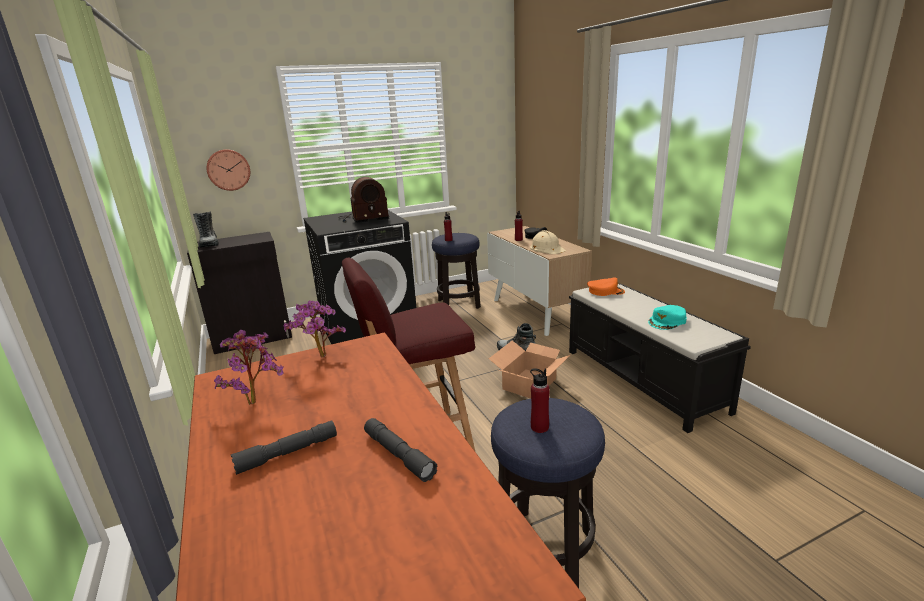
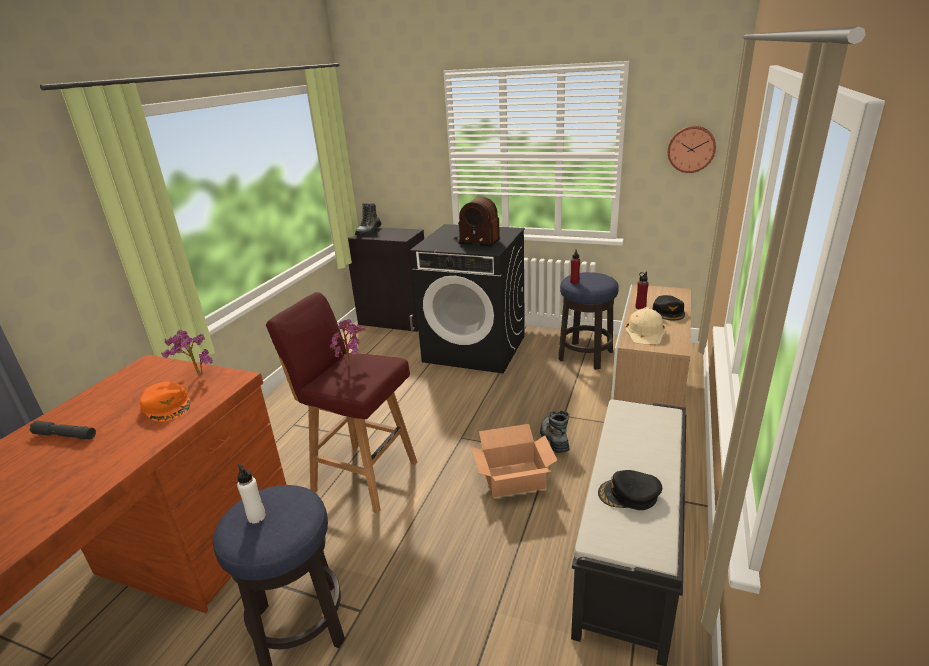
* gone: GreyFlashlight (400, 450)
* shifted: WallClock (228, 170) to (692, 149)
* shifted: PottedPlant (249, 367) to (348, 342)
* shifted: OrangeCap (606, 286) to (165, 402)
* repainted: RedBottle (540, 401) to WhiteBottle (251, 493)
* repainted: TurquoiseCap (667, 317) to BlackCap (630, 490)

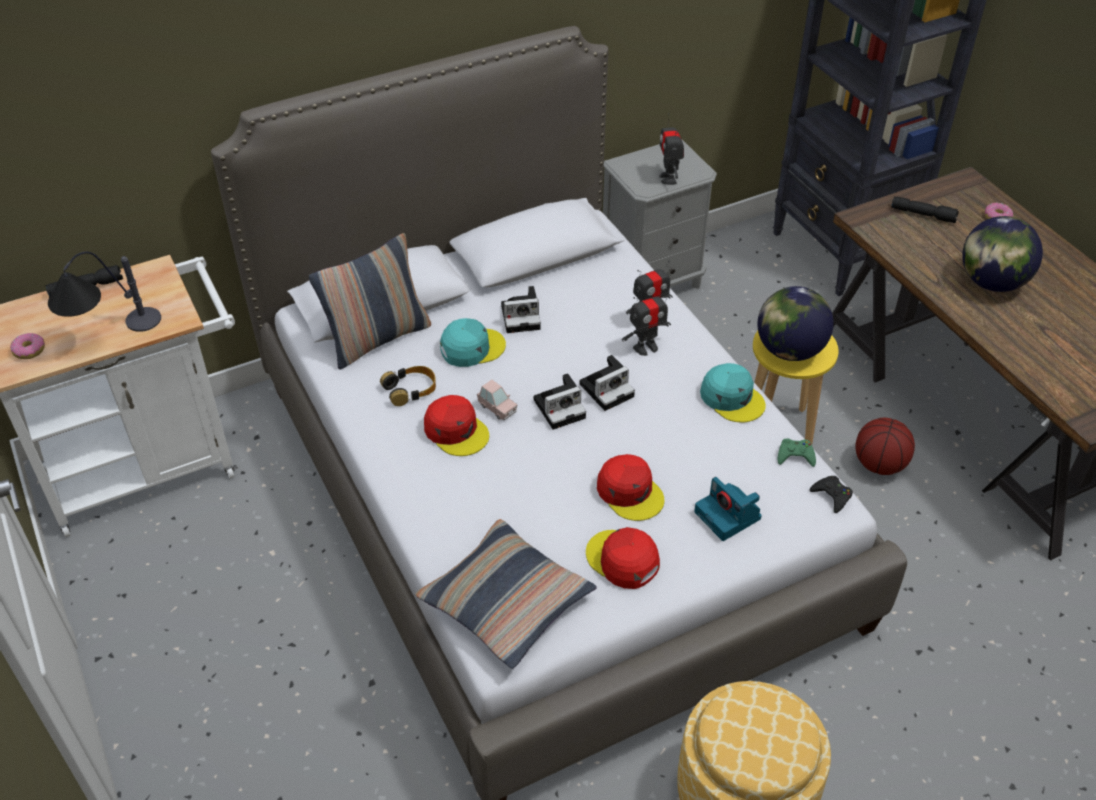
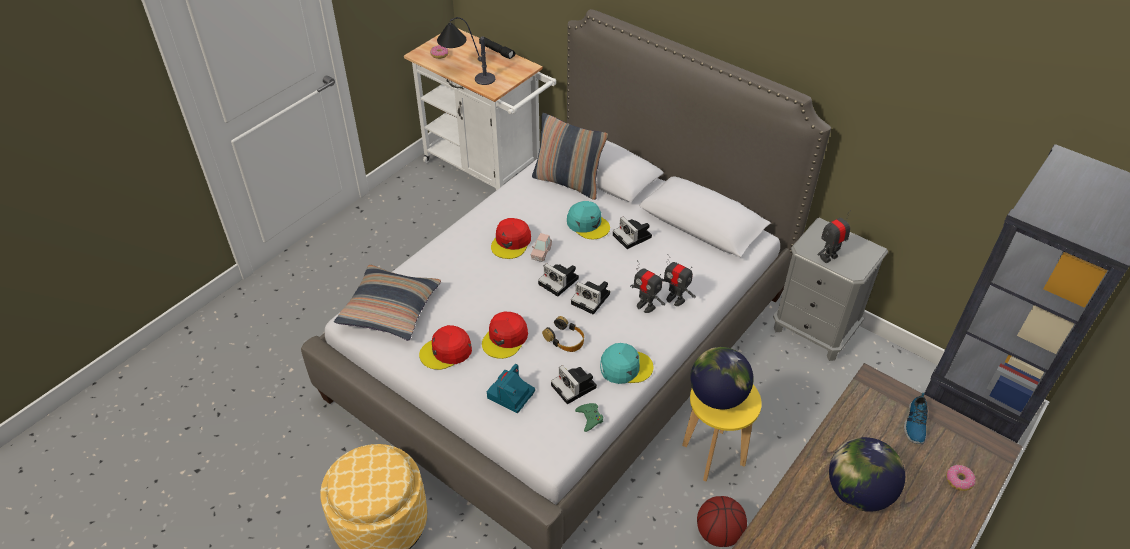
* gone: BlackGameController (831, 494)
* new: PhotoCamera (574, 384)
* shifted: Headphones (408, 386) to (563, 334)
* swapped: BlackFlashlight (925, 209) to Shoe (916, 418)
* rotated: RedCap (623, 558) = (445, 347) 135 degrees counterclockwise
* rotated: TurquoiseCap (733, 393) = (626, 363) 120 degrees counterclockwise

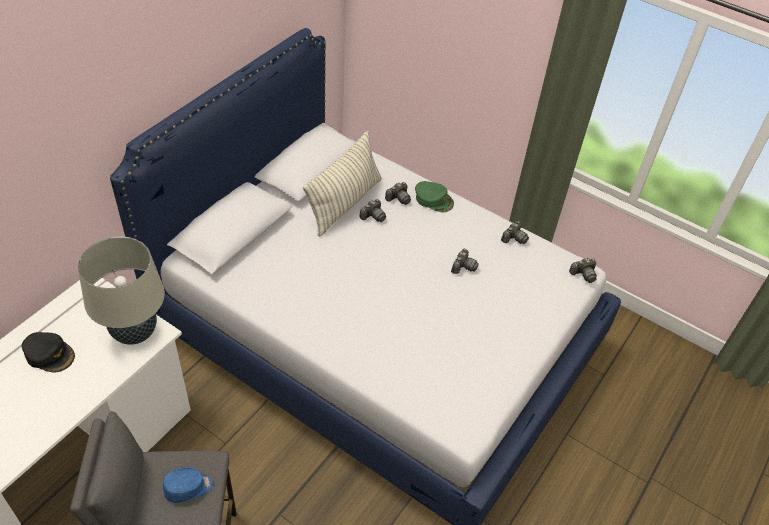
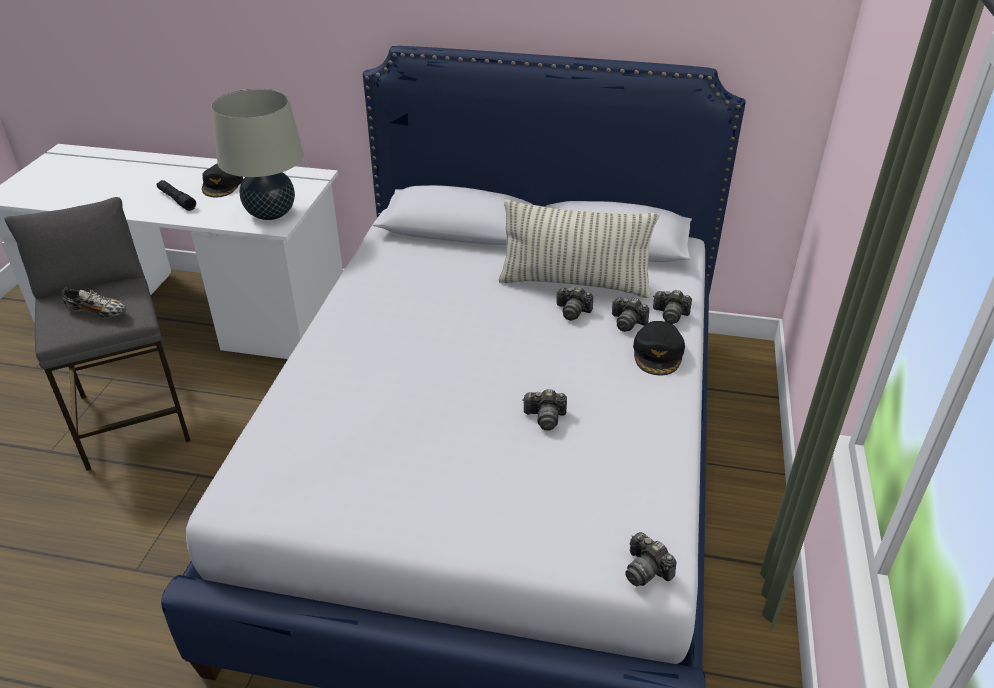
* new: BlackFlashlight (176, 195)
* shifted: PhotoCamera (515, 232) to (672, 307)
* swapped: BlueCap (188, 485) to Shoe (94, 303)
* repainted: GreenCap (434, 197) to BlackCap (659, 348)

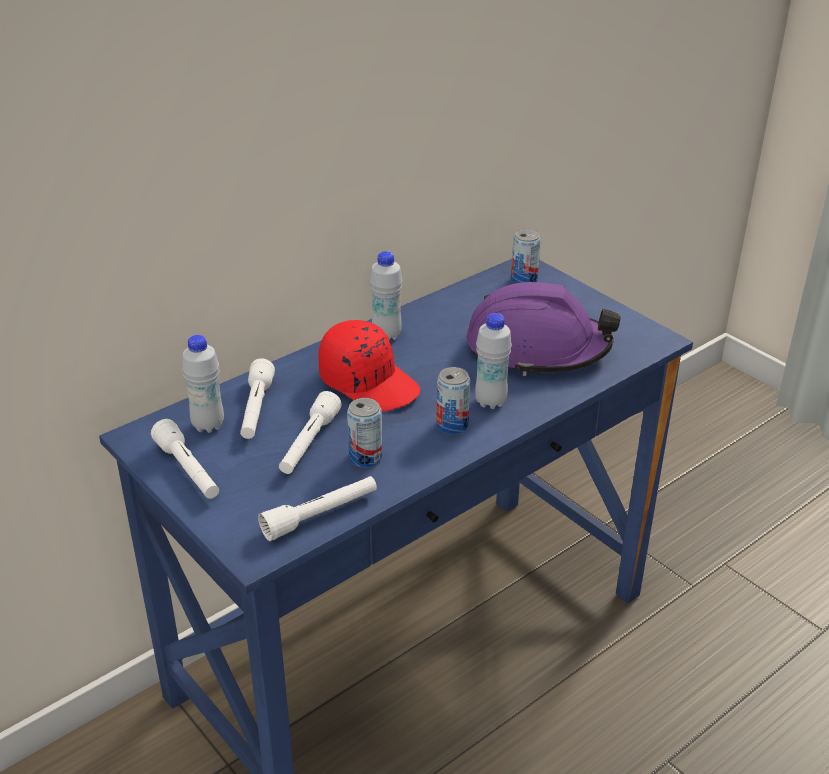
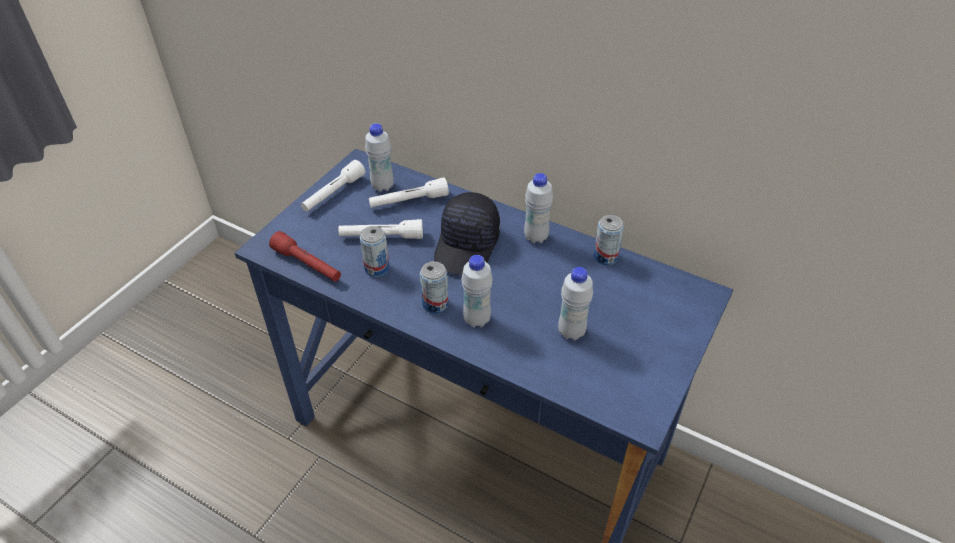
* shifted: Can (526, 256) to (608, 240)
* swapped: PurpleHardHat (543, 329) to WhiteBottle (575, 304)
* repainted: WhiteFlashlight (317, 508) to RedFlashlight (305, 256)
* repainted: RedCap (369, 366) to BlackCap (467, 233)

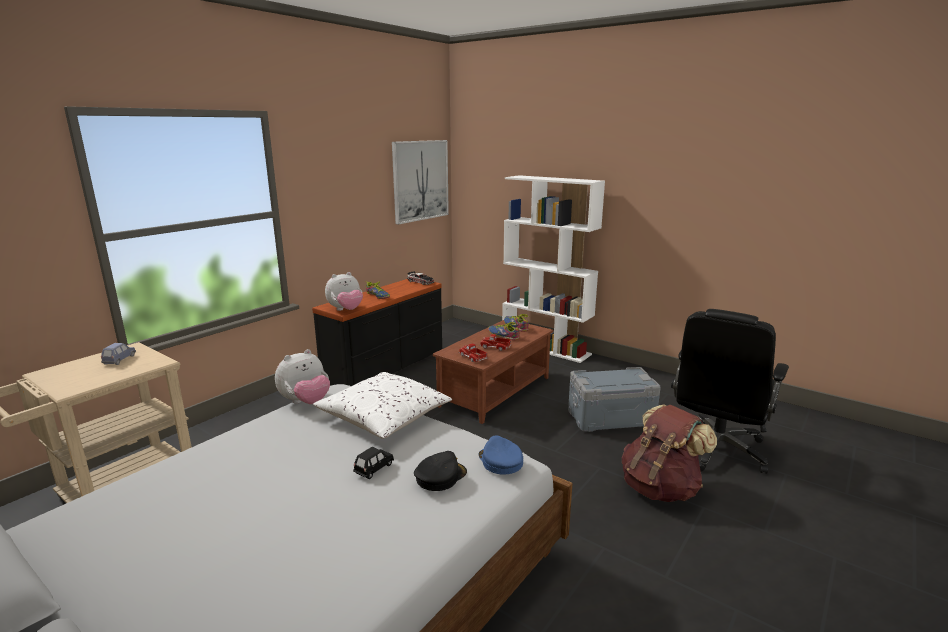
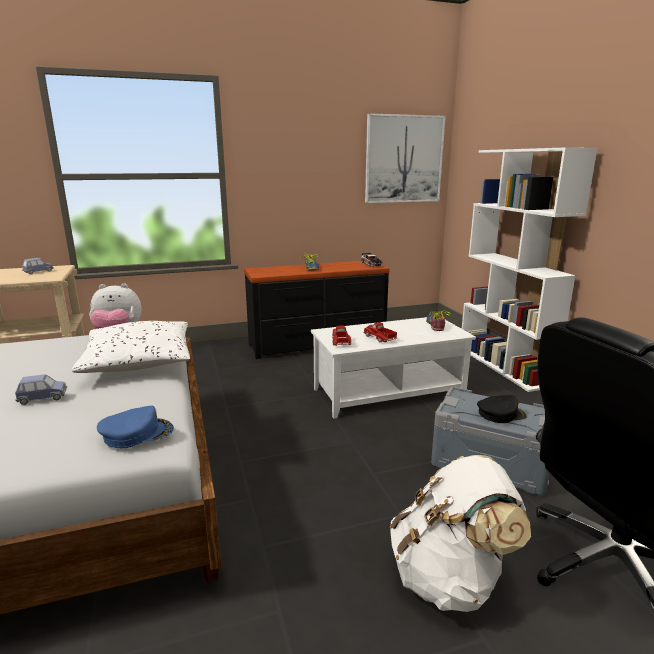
* gone: PlushToy (344, 291)
* gone: Shoe (504, 331)
* shifted: BlackCap (440, 471) to (502, 409)
* repainted: BlackToyCar (373, 463) to BlueToyCar (41, 389)
* repainted: BrownCoffeeTable (493, 372) to WhiteCoffeeTable (393, 368)
* repainted: BrownBackpack (669, 453) to WhiteBackpack (460, 533)
* rotated: BlueCap (501, 455) = (135, 427) 60 degrees clockwise

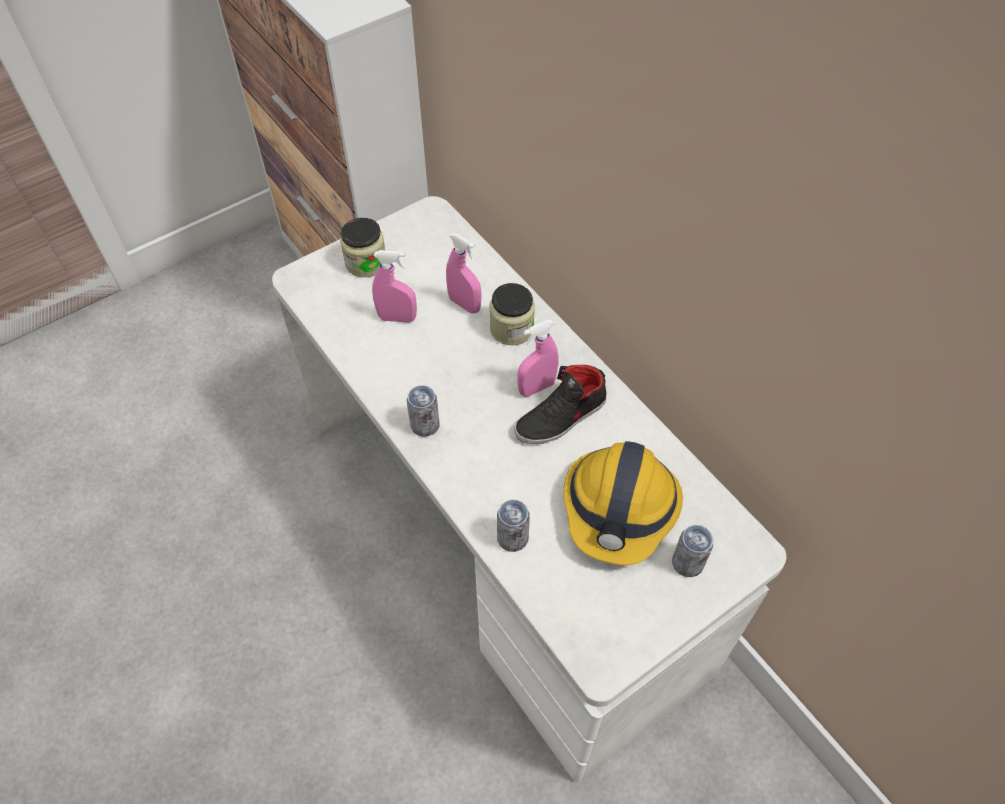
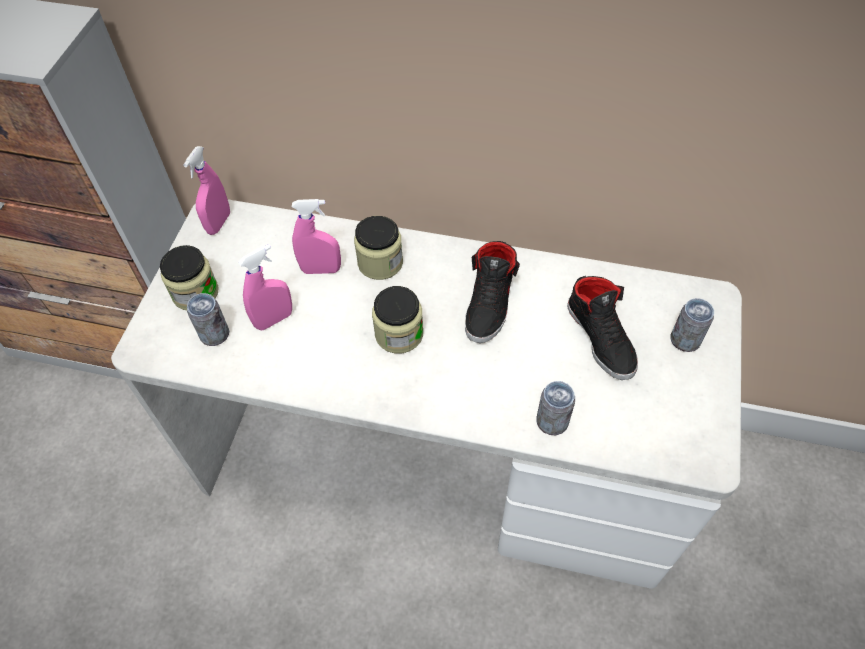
* new: Jar (397, 319)
* shifted: Can (423, 411) to (208, 319)
* shifted: PinkSprayBottle (537, 358) to (206, 190)
* swapped: HardHat (623, 503) to BlackShoe (602, 328)

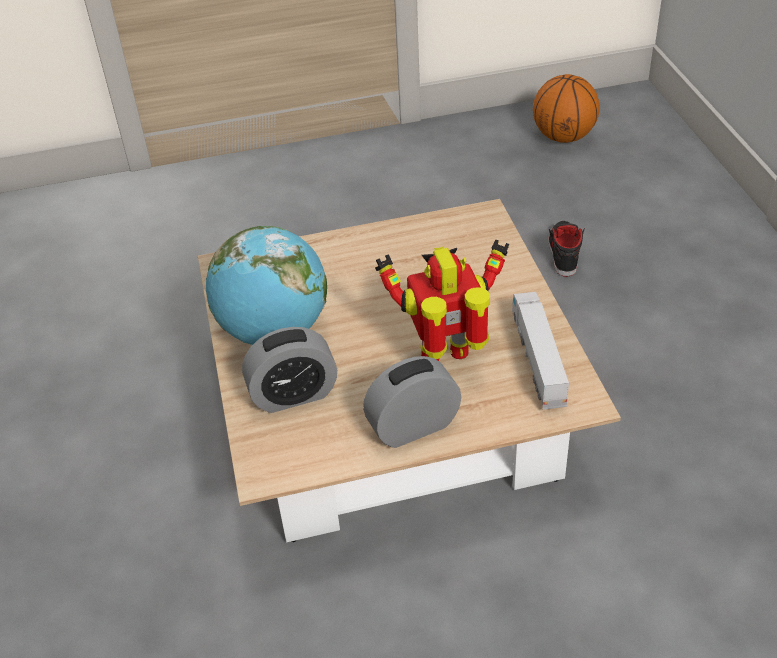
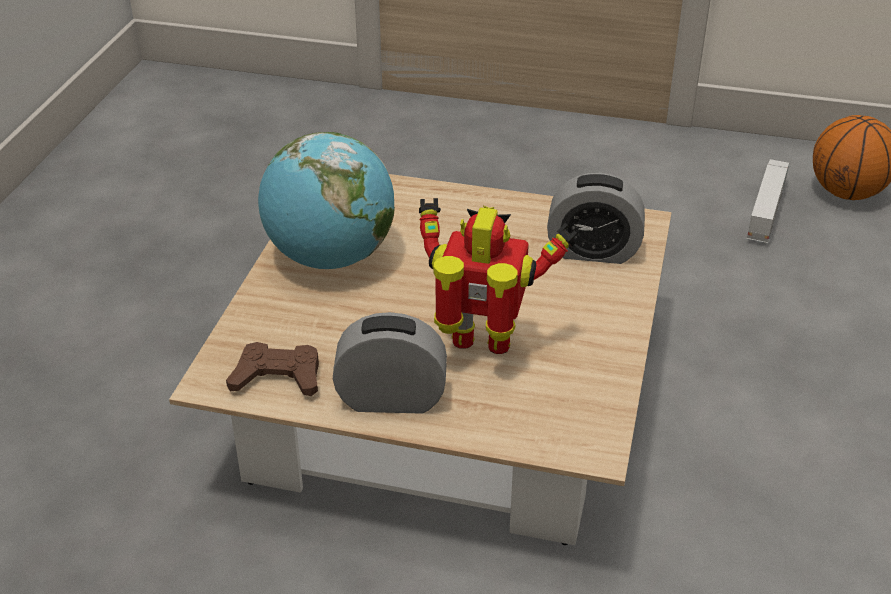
* gone: BlackShoe (566, 249)
* new: BrownGameController (272, 369)
* shifted: AlarmClock (289, 370) to (596, 218)
* shifted: ToyTruck (540, 351) to (768, 201)

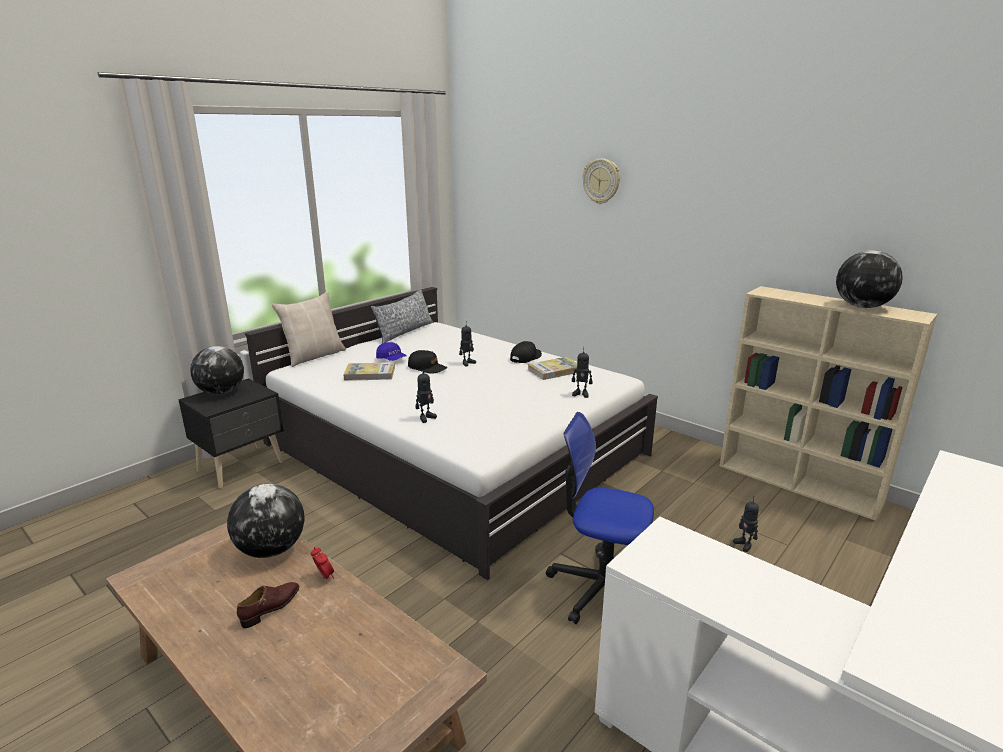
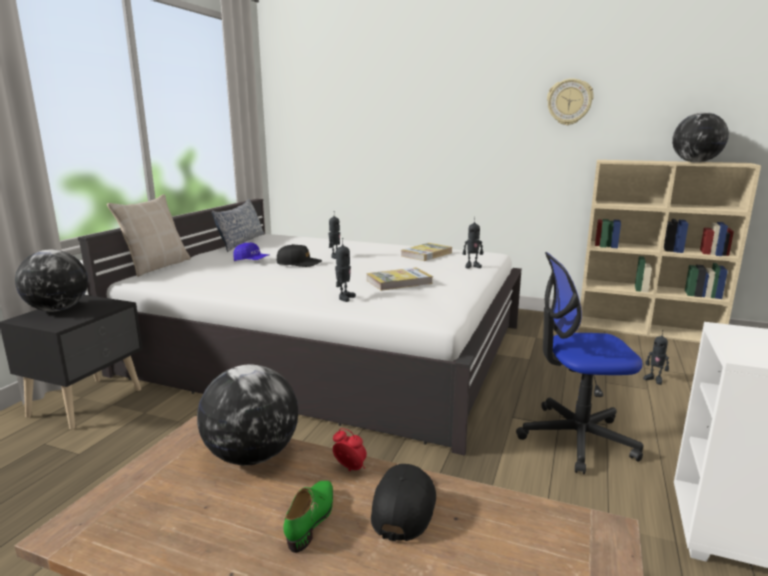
* shifted: Book (369, 371) to (400, 279)
* shifted: BlackCap (526, 352) to (403, 502)
* shifted: WallClock (601, 181) to (570, 102)
* repainted: BrownShoe (268, 605) to GreenShoe (308, 517)

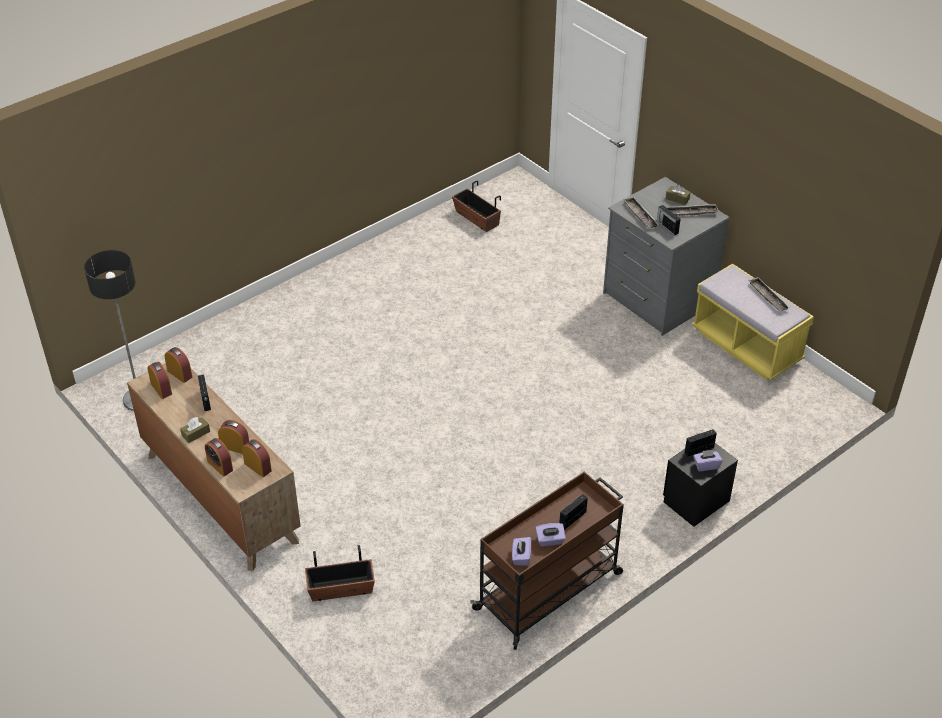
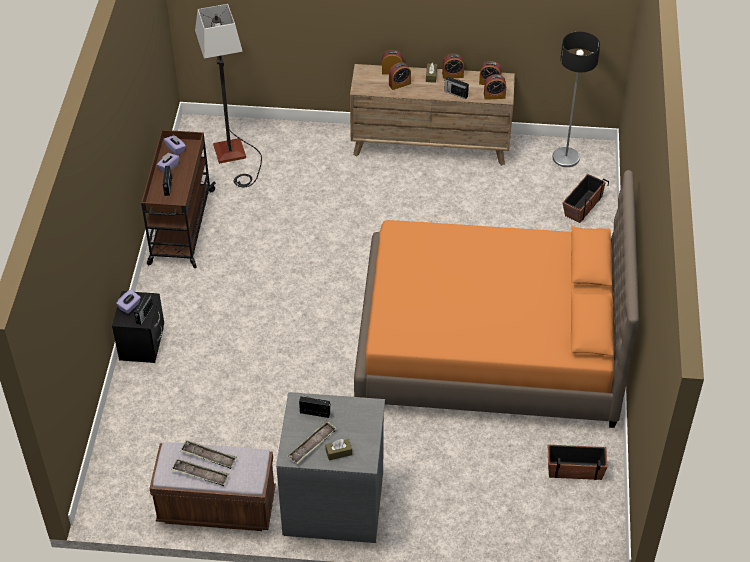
* new: FloorLamp (228, 95)
* new: OrangeBed (496, 299)
* shifted: AlarmClock (257, 458) to (453, 66)
* shifted: Planter (340, 573) to (585, 198)
* shifted: Tray (641, 212) to (208, 454)
* repainted: YellowBench (753, 322) to BrownBench (212, 486)

